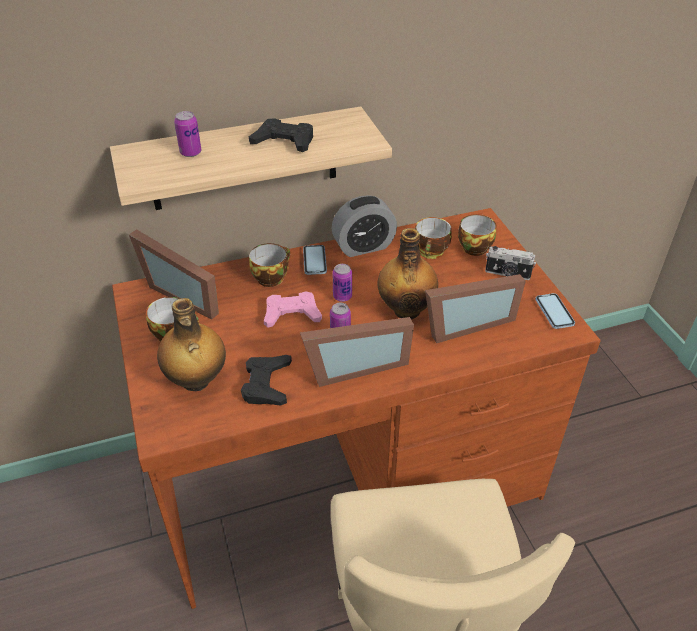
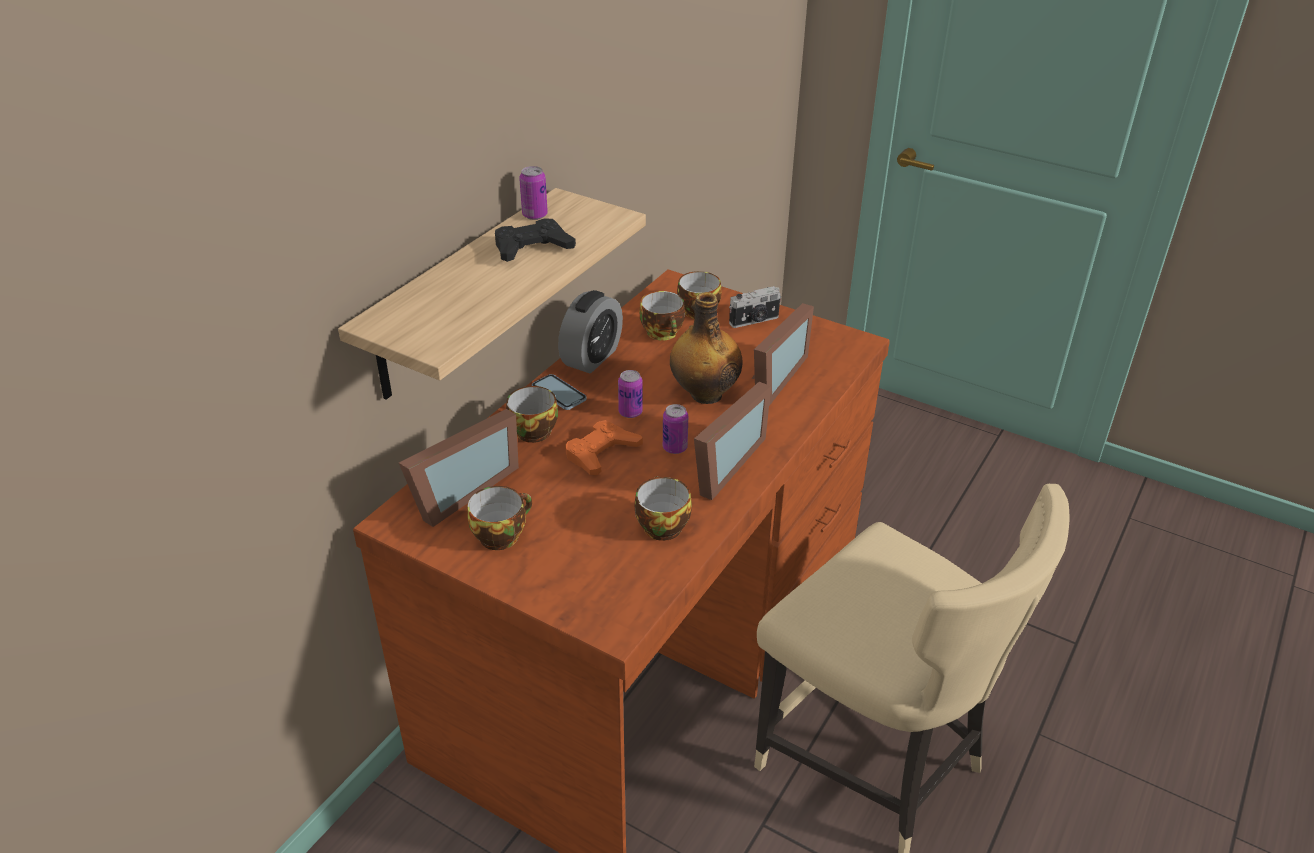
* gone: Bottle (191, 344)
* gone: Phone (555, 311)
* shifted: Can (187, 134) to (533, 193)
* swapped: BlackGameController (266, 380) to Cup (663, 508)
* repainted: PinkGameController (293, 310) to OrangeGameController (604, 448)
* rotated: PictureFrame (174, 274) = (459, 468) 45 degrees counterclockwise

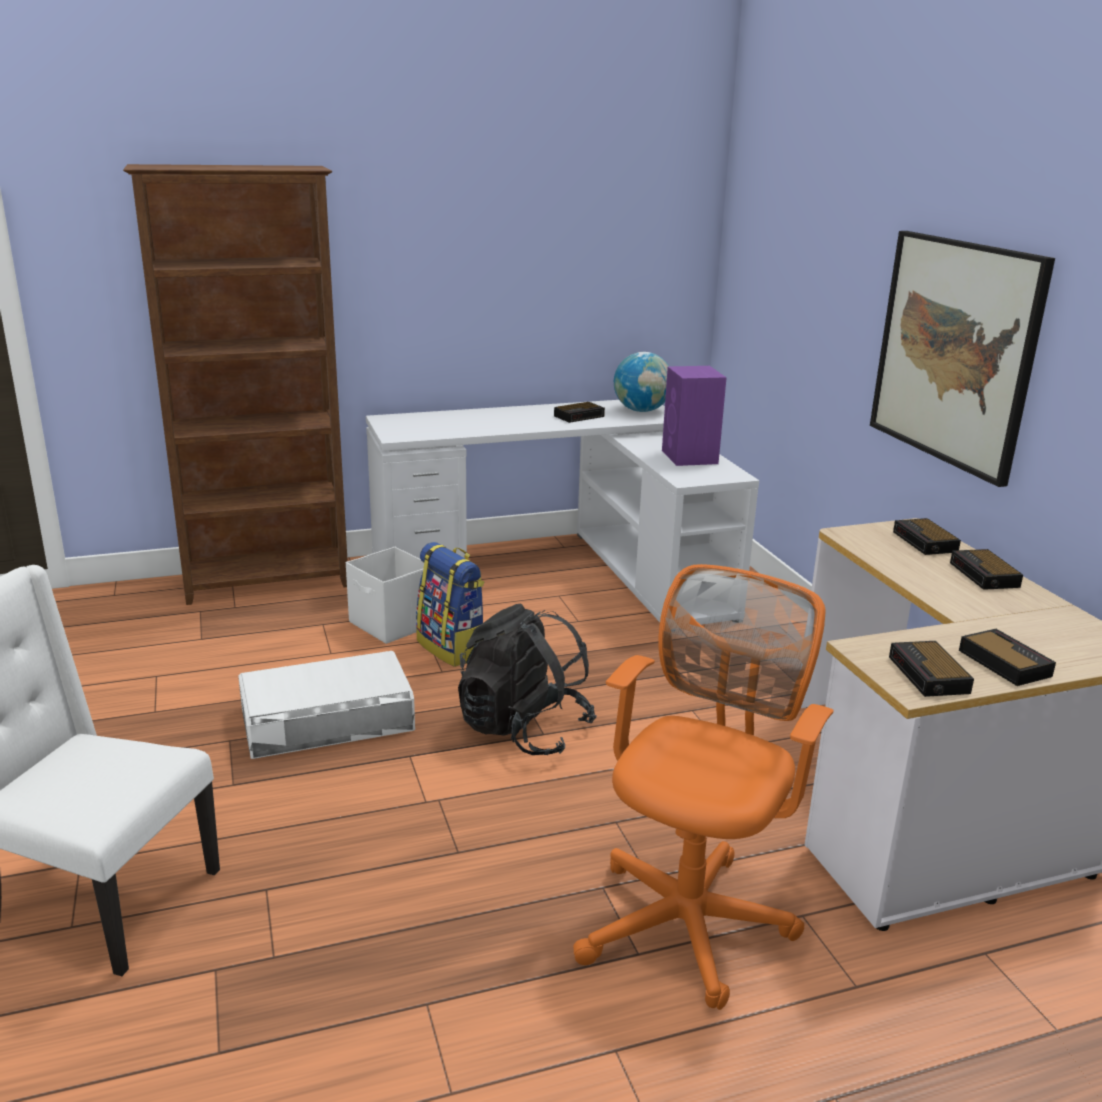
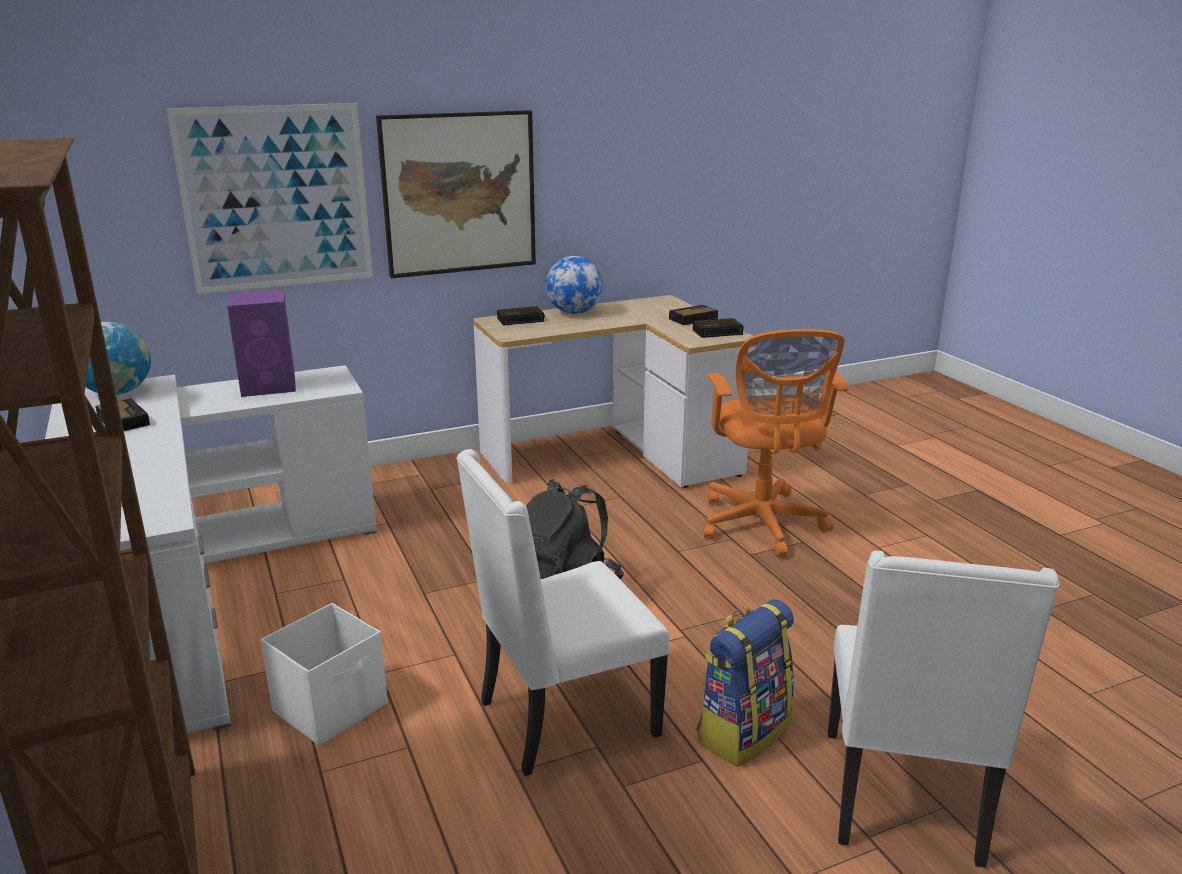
* new: Picture (270, 198)
* shifted: Backpack (450, 604) to (745, 683)
* swapped: WhiteStorageBox (326, 705) to WhiteChair (563, 612)
* swapped: AlarmClock (986, 569) to Globe (574, 285)
* rotated: OrangeOfficeChair (703, 787) = (776, 443) 120 degrees counterclockwise

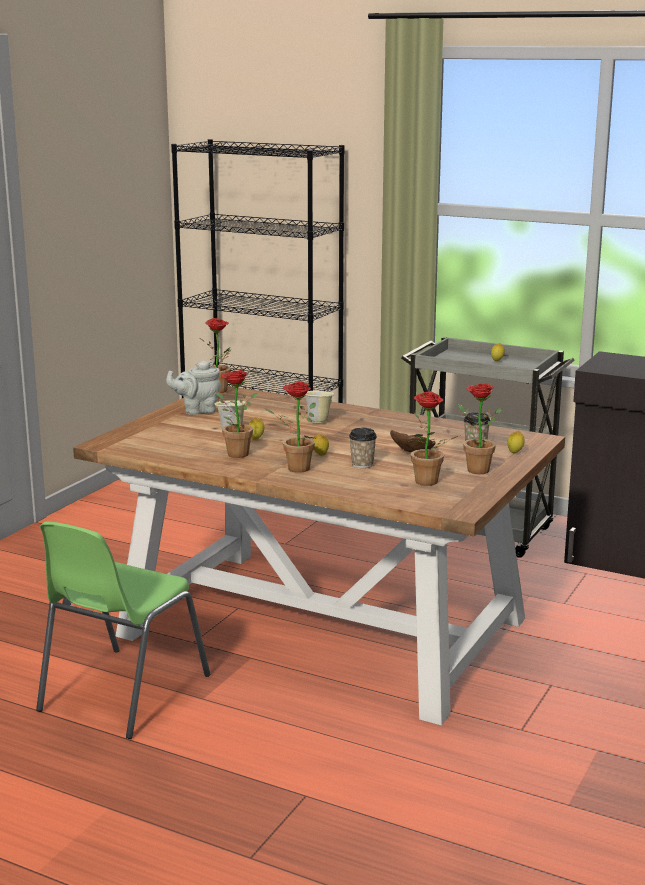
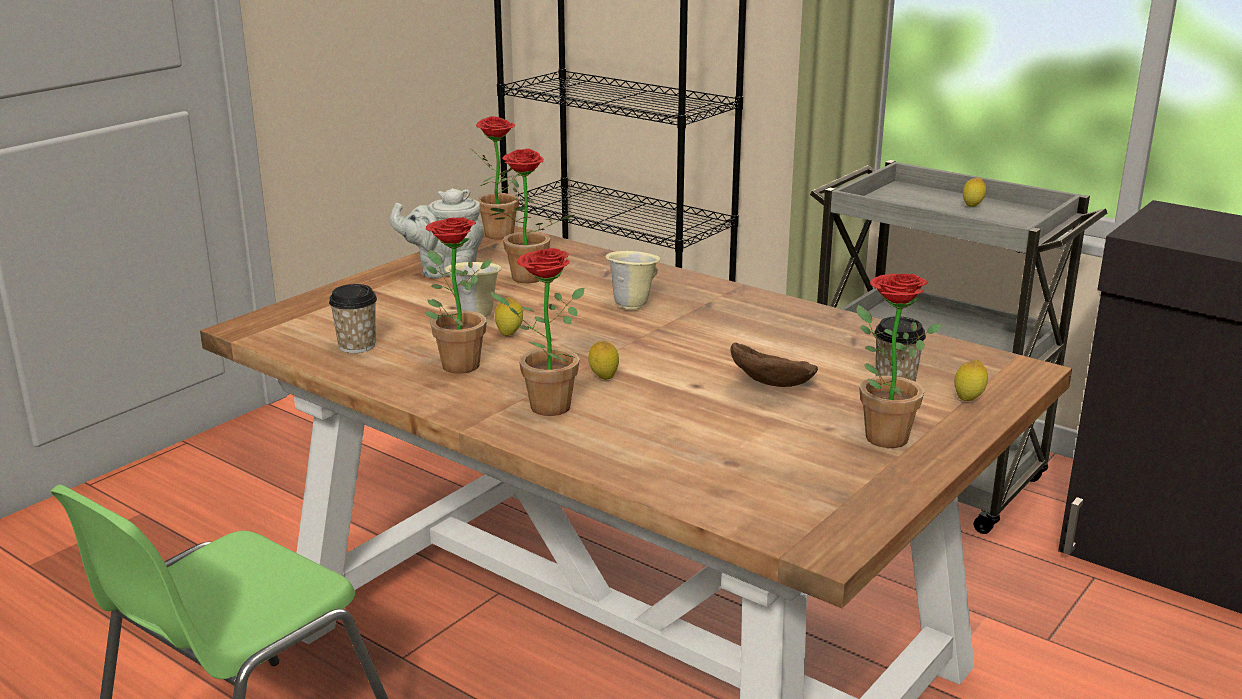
* shifted: Cup (363, 448) to (353, 318)
* shifted: PottedPlant (434, 439) to (532, 215)

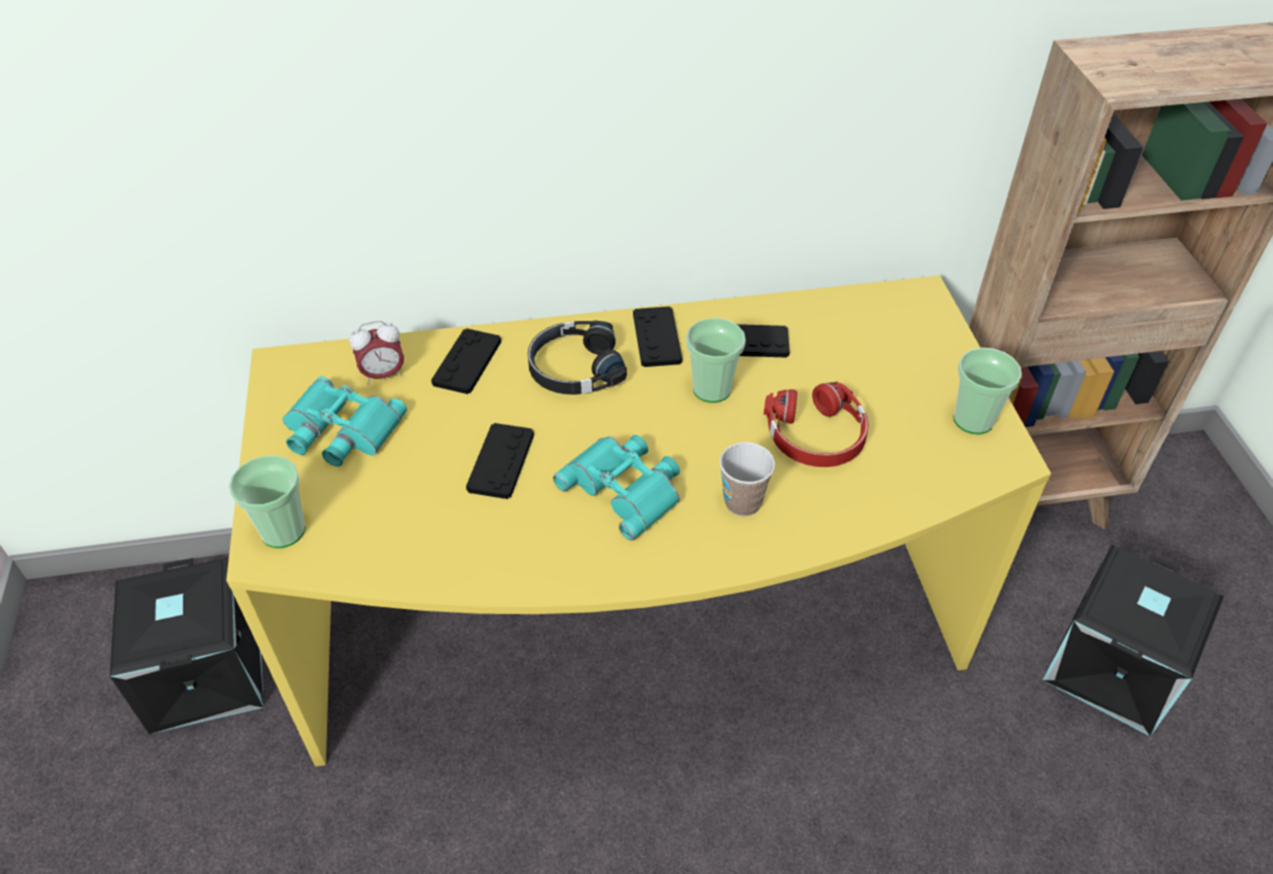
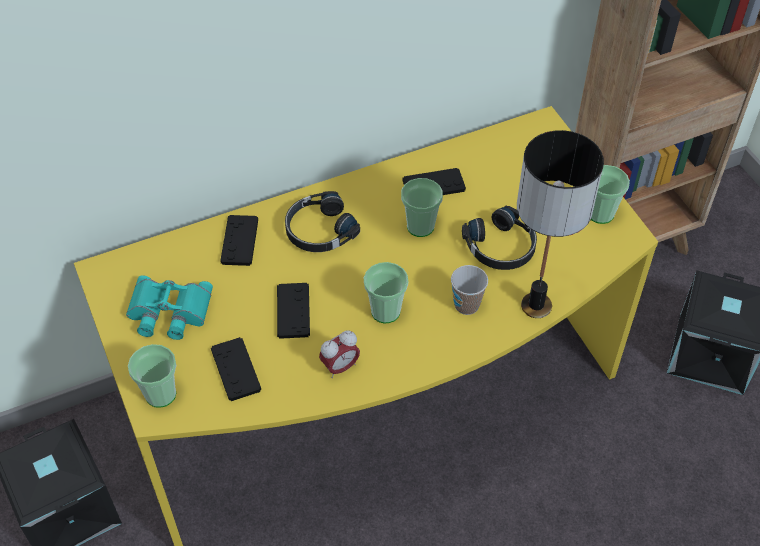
* new: TableLamp (560, 224)
* shifted: AlarmClock (376, 352) to (339, 354)
* shifted: BlackGameController (657, 336) to (236, 369)
* swapped: TurquoiseBinoculars (616, 488) to Cup (386, 293)
* repainted: RedHeadphones (816, 424) to BlackHeadphones (499, 237)

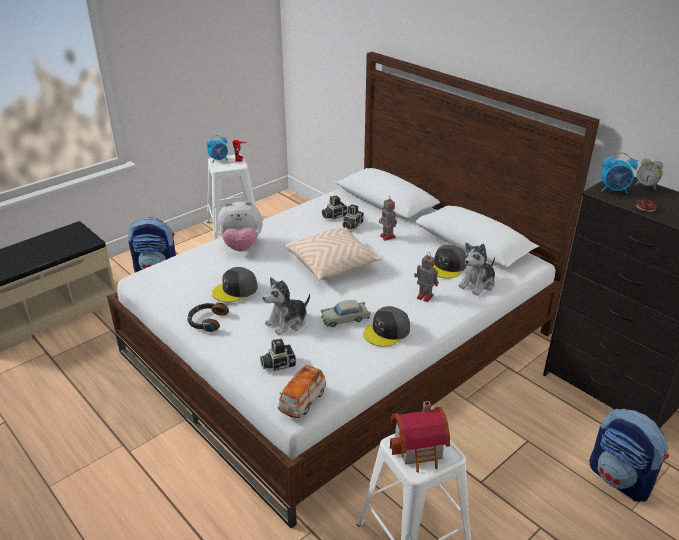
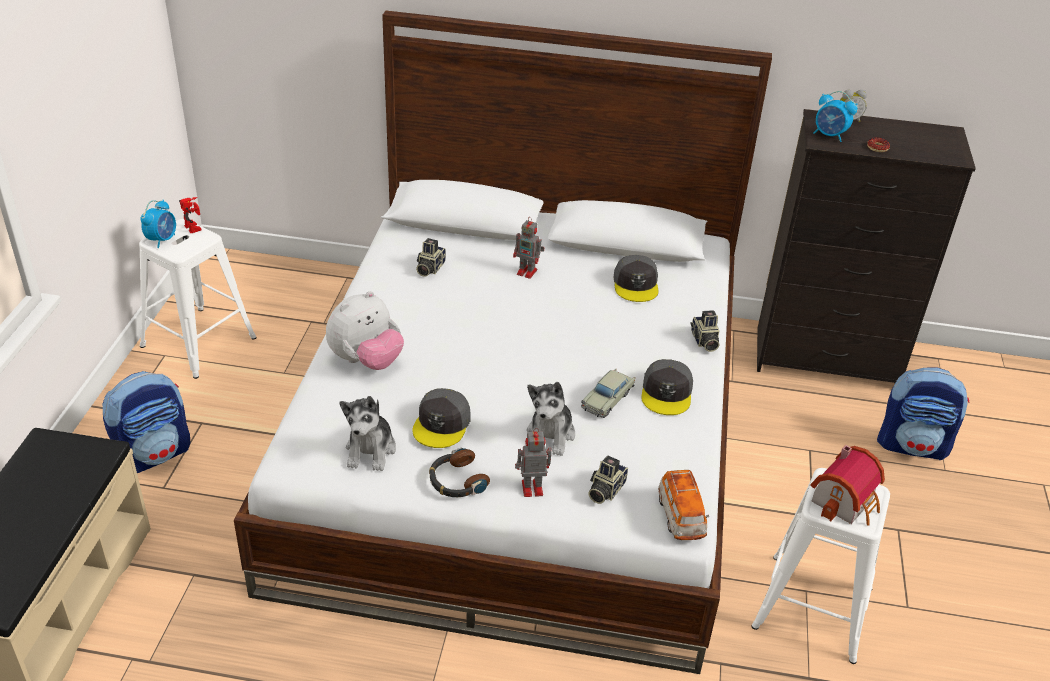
* gone: BeigePillow (333, 253)
* shifted: PhotoCamera (353, 217) to (704, 331)
* shifted: ToyRobot (426, 277) to (533, 462)
* shifted: PlushToy (476, 269) to (367, 433)
* rotated: AlarmClock (619, 173) = (835, 116) 60 degrees clockwise

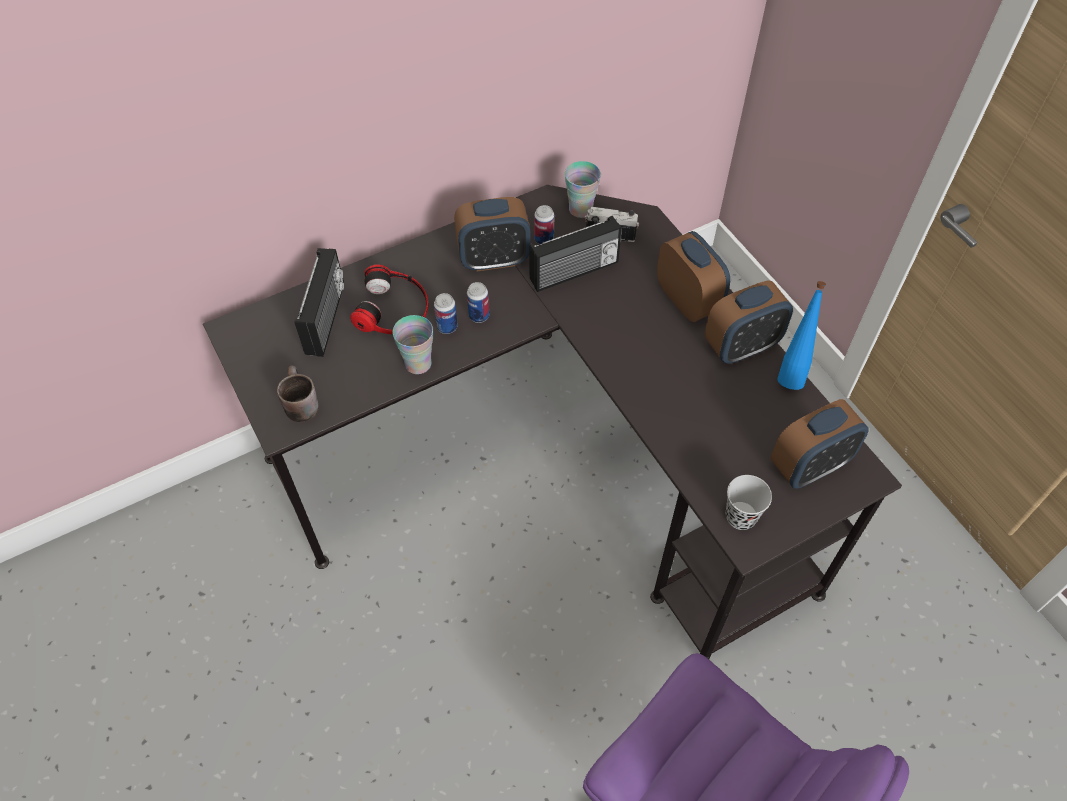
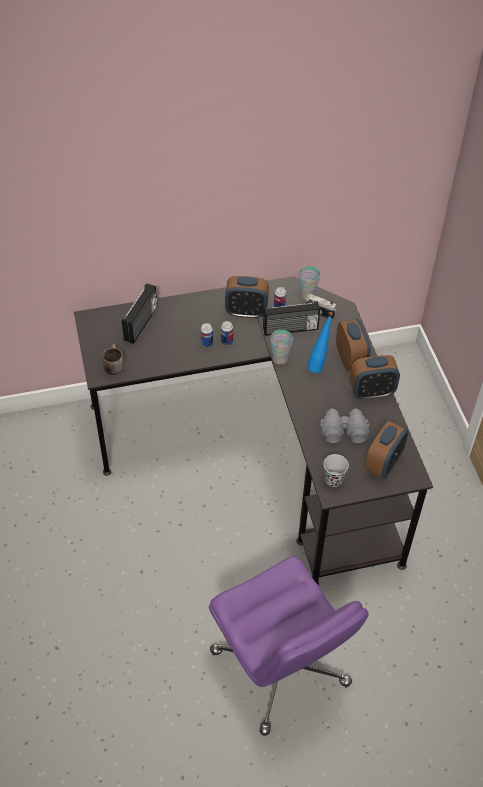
* gone: Headphones (389, 299)
* new: GreyBinoculars (344, 425)
* shifted: Cup (413, 344) to (281, 347)
* shifted: BlueBottle (801, 335) to (320, 342)
* rotated: AlarmClock (820, 444) = (386, 450) 45 degrees counterclockwise

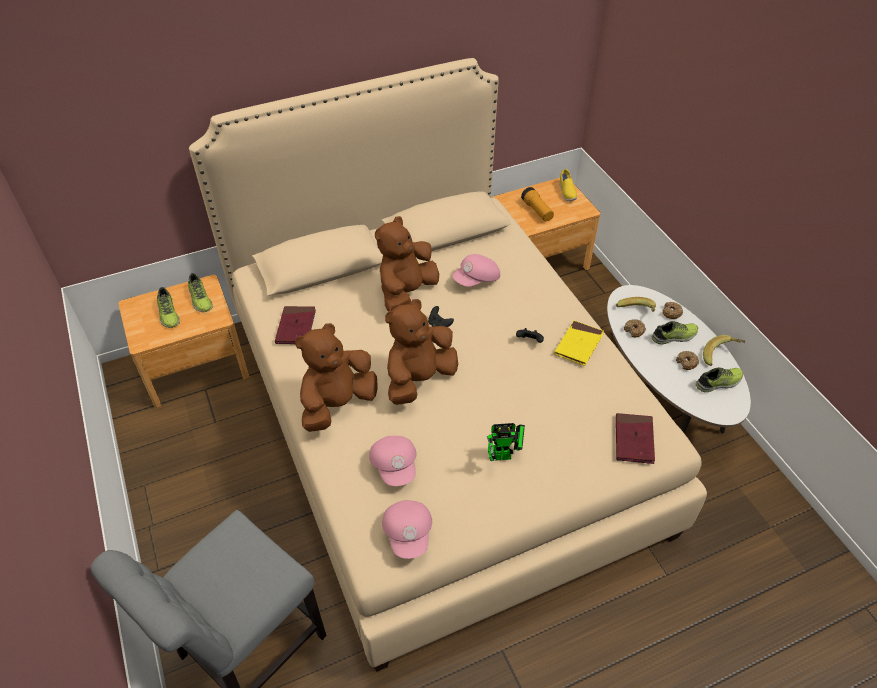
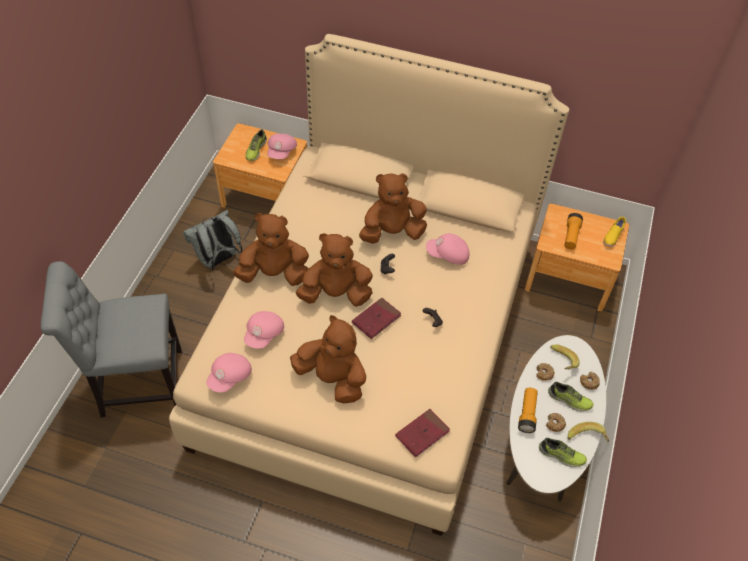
* gone: YellowBook (579, 343)
* new: GreyBackpack (213, 240)
* new: Flashlight (528, 410)
* shifted: RedBook (295, 325) to (376, 318)
* swapped: Shoe (200, 292) to PinkCap (282, 146)
* swapped: ToyRobot (506, 442) to BrownPlushToy (328, 359)

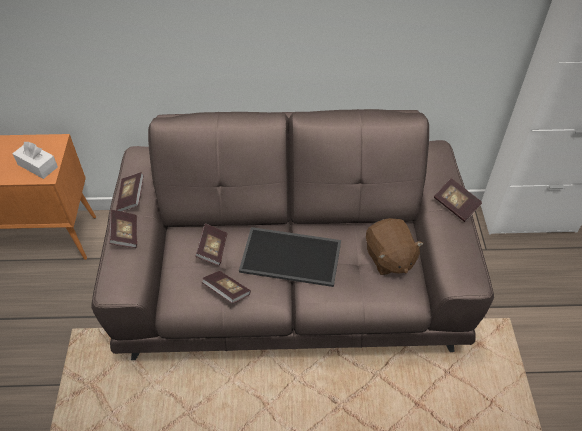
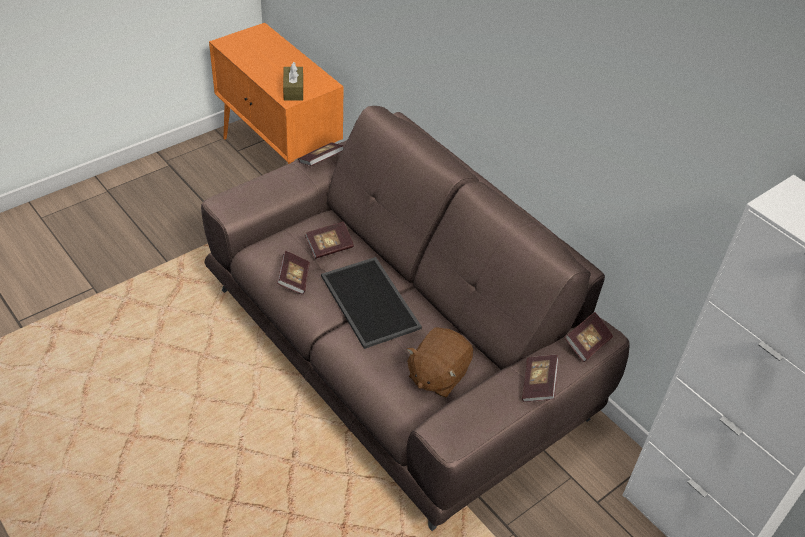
* shifted: Book (123, 229) to (589, 337)
* repainted: WhiteTissueBox (35, 160) to BrownTissueBox (293, 81)

